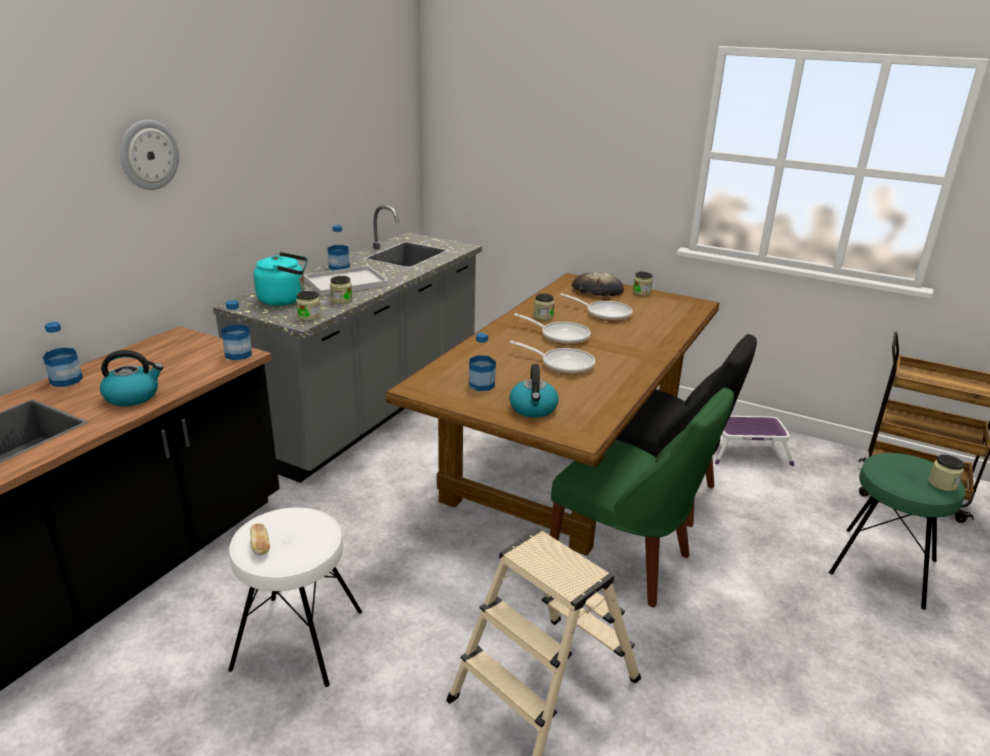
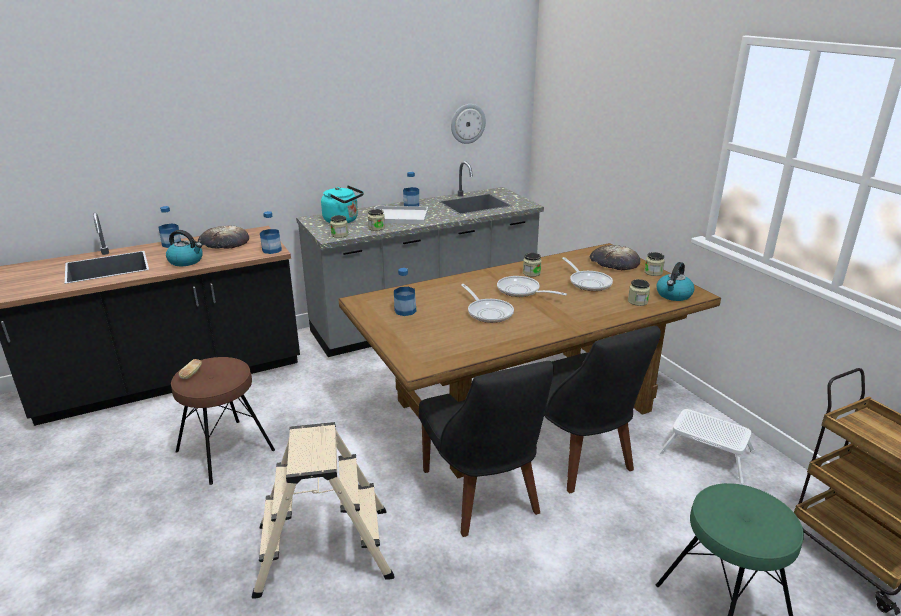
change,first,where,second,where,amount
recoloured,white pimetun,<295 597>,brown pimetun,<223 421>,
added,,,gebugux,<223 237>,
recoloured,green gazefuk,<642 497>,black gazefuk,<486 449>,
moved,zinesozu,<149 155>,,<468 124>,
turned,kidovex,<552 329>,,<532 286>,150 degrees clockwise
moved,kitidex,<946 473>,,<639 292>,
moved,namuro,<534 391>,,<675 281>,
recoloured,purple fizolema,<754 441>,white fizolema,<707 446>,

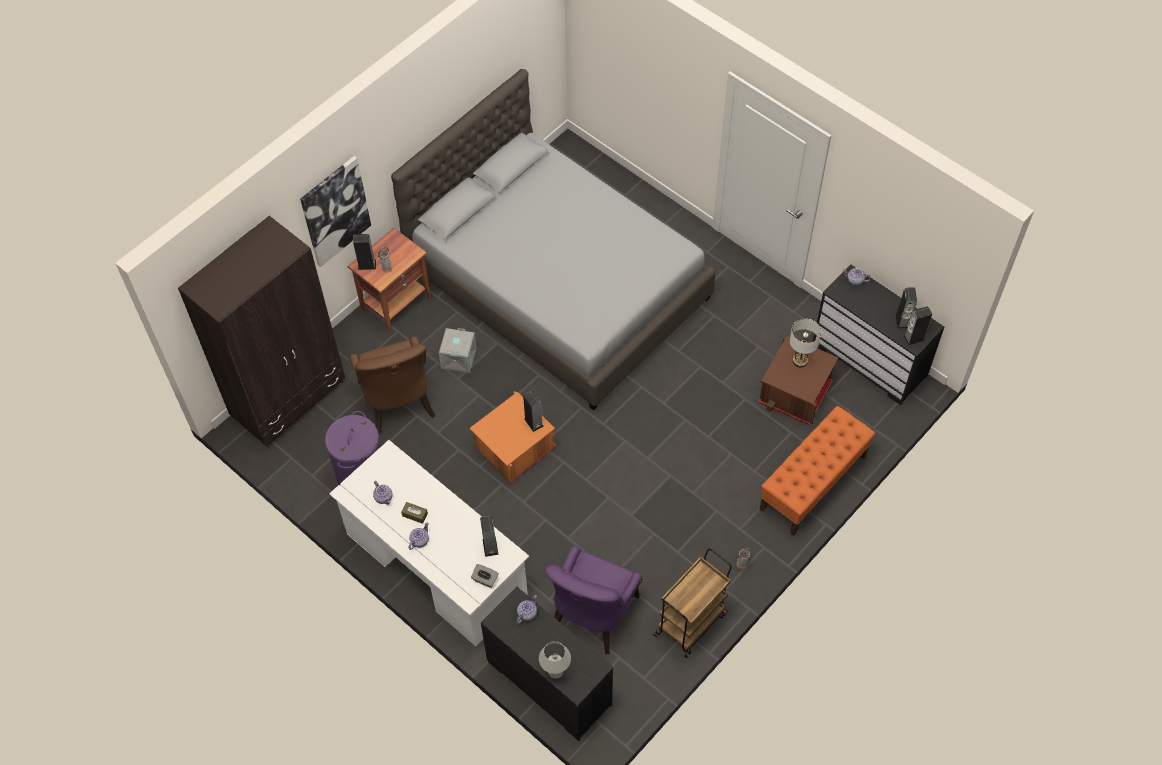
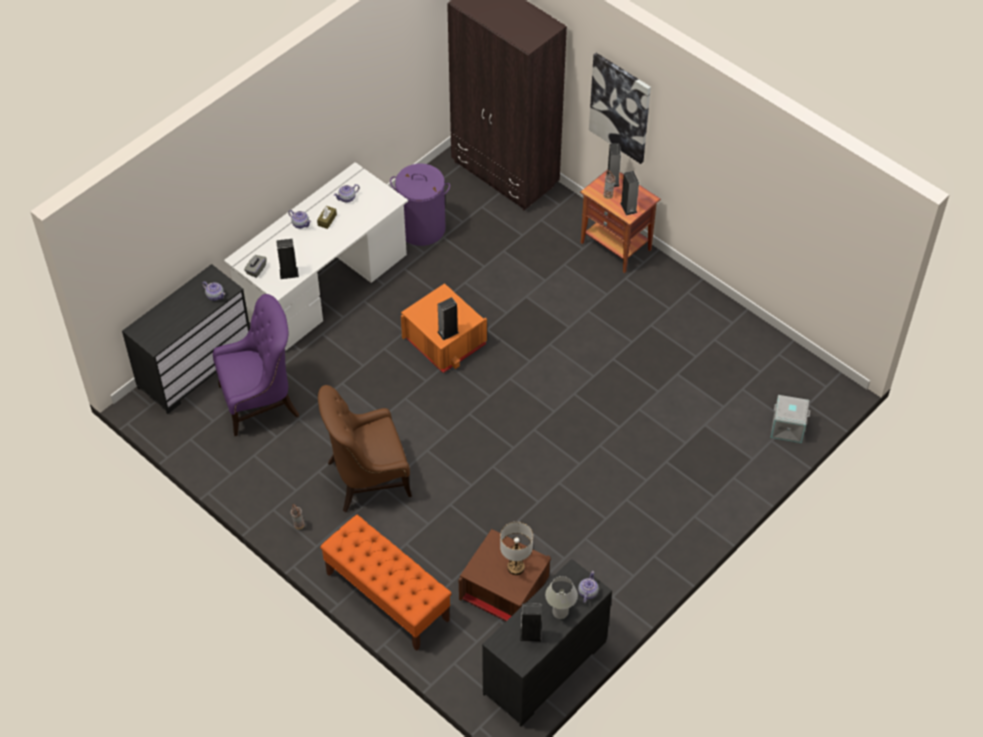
change,first,where,second,where,amount
turned,purple gazefuk,<594 600>,,<256 365>,135 degrees clockwise
moved,brown gazefuk,<392 385>,,<365 449>,
moved,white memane,<555 659>,,<561 597>,
moved,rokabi,<917 326>,,<629 193>,
moved,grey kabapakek,<458 350>,,<790 419>,
removed,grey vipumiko,<553 240>,,,
removed,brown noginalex,<693 603>,,,

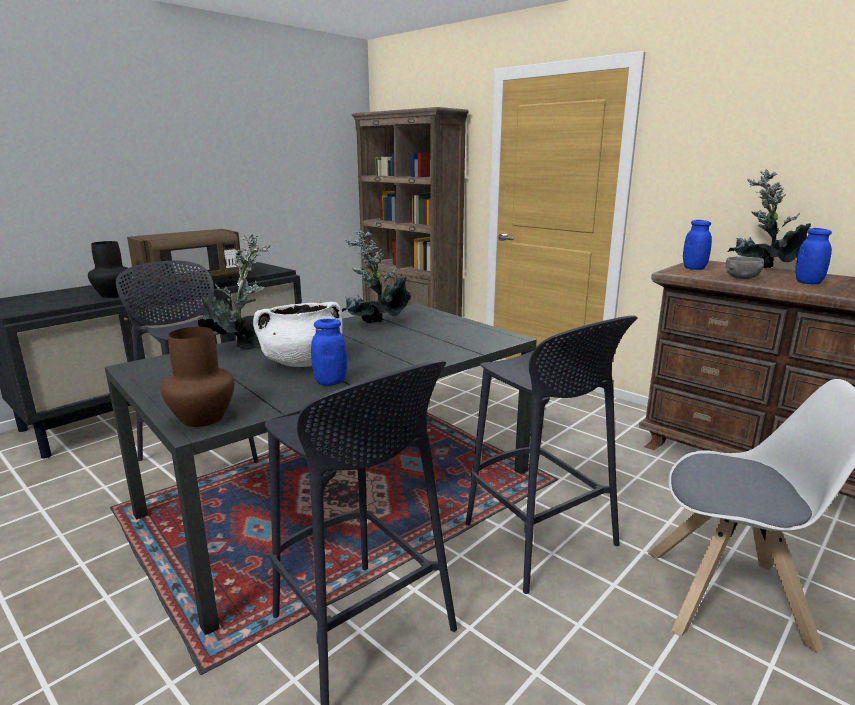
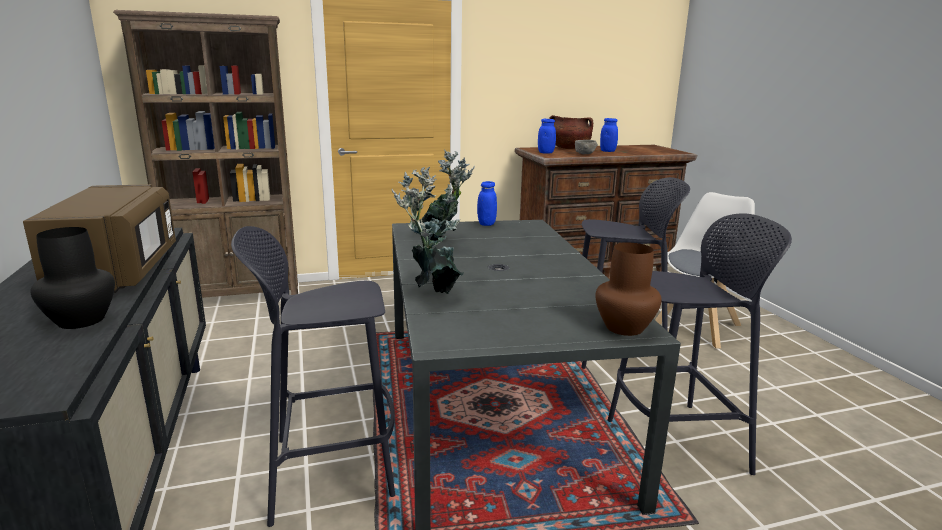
change,first,where,second,where,amount
moved,blue kitidex,<329 352>,,<487 203>,
replaced,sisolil,<769 218>,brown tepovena,<571 132>,
removed,white tepovena,<298 334>,,,

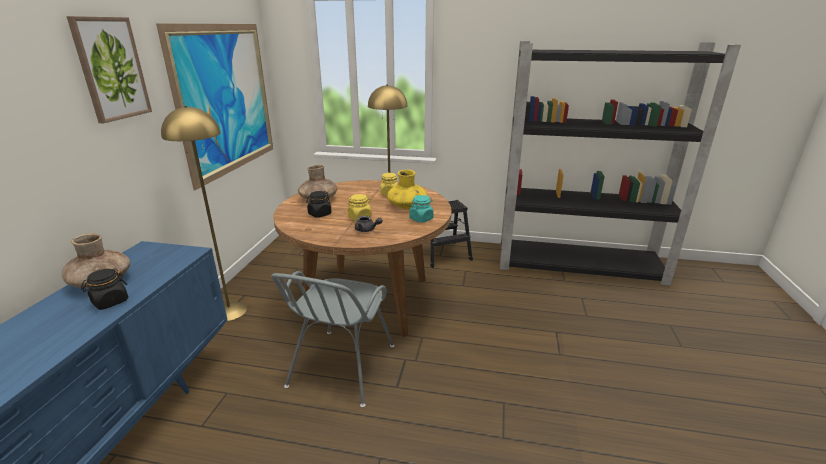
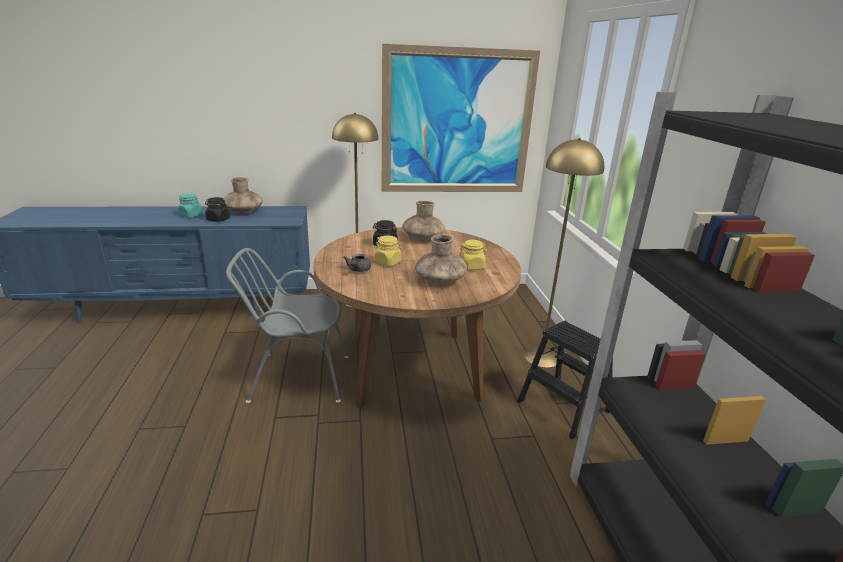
change,first,where,second,where,amount
moved,turquoise kitidex,<421 209>,,<190 206>,
recoloured,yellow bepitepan,<407 189>,brown bepitepan,<441 259>,
removed,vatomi,<109 69>,,,

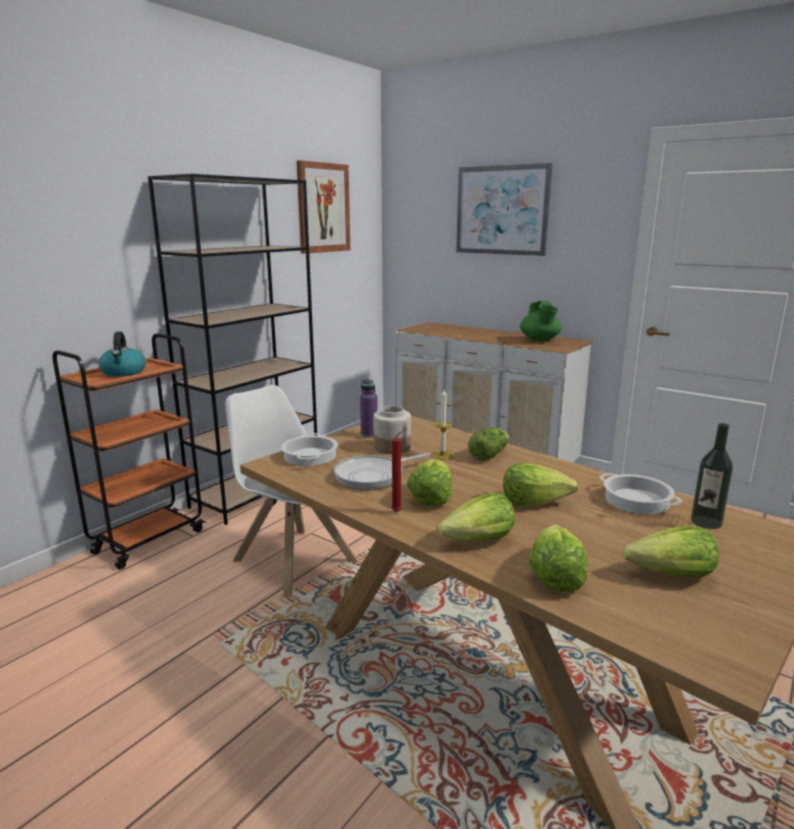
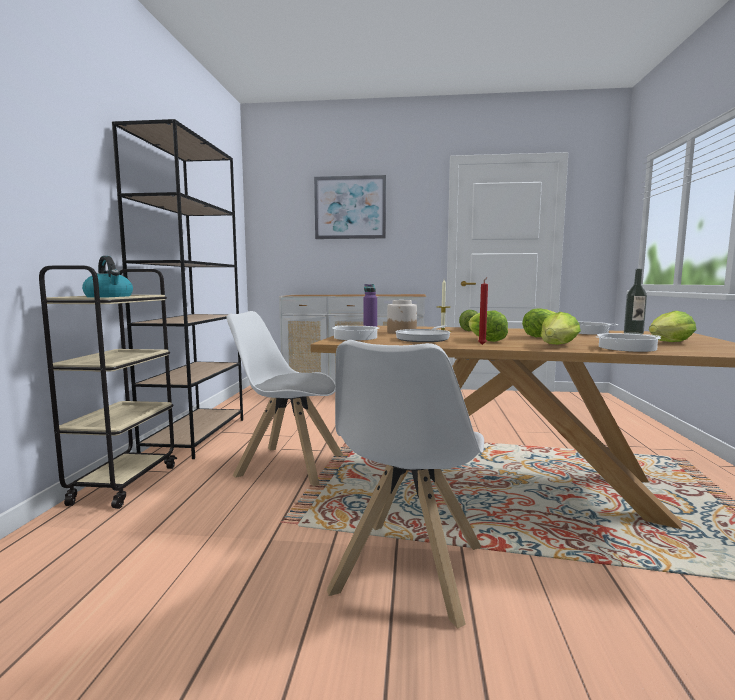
change,first,where,second,where,amount
recoloured,orange noginalex,<129 452>,beige noginalex,<108 387>,
added,,,gazefuk,<405 484>,
replaced,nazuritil,<558 558>,tepovena,<629 342>,
removed,vatomi,<323 207>,,,
removed,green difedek,<541 321>,,,

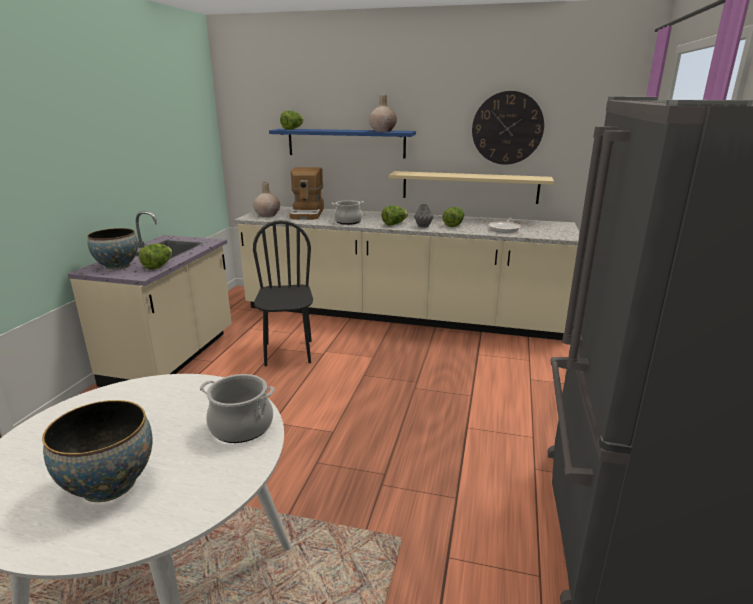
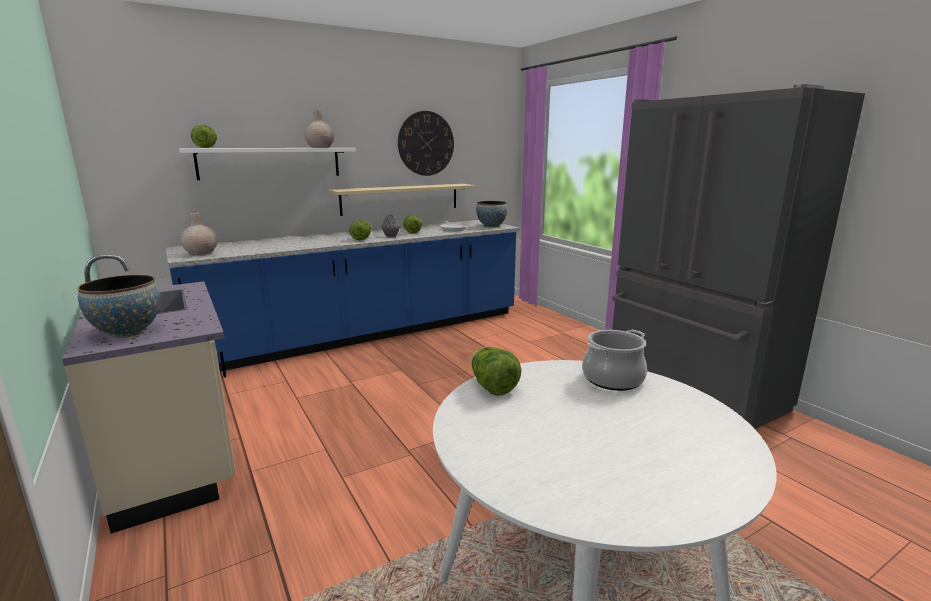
change,first,where,second,where,amount
recoloured,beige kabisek,<407 273>,blue kabisek,<342 295>,
recoloured,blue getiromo,<342 144>,white getiromo,<267 164>,
moved,nazuritil,<155 257>,,<496 371>,
moved,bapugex,<97 451>,,<491 214>,
removed,black gazefuk,<283 293>,,,
removed,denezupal,<306 193>,,,
removed,tepovena,<348 213>,,,

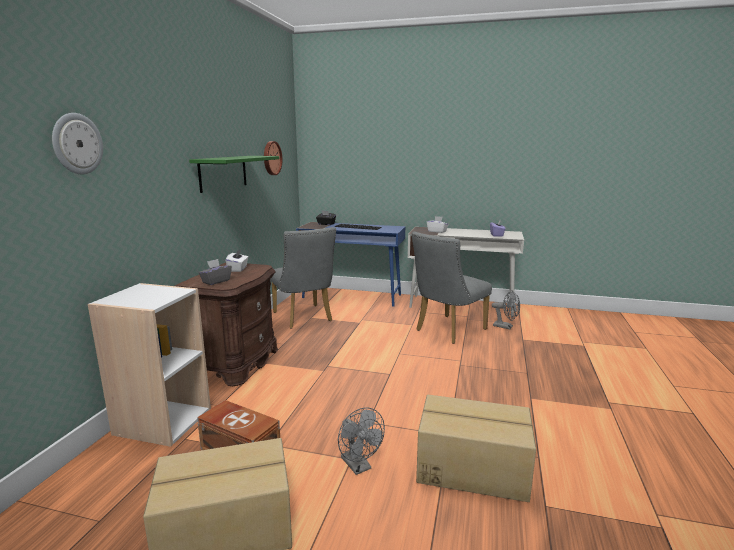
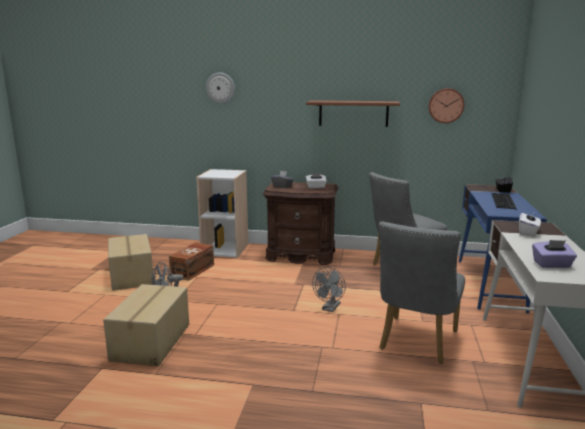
change,first,where,second,where,amount
recoloured,green getiromo,<234 174>,brown getiromo,<353 113>,
moved,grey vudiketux,<506 309>,,<329 289>,
turned,grey gazefuk,<451 288>,,<422 292>,105 degrees counterclockwise

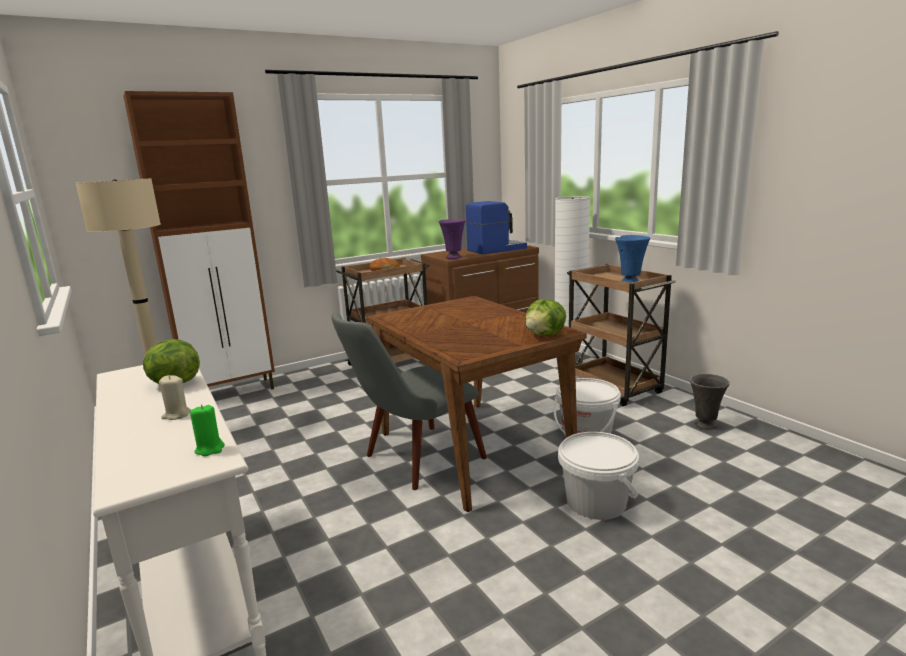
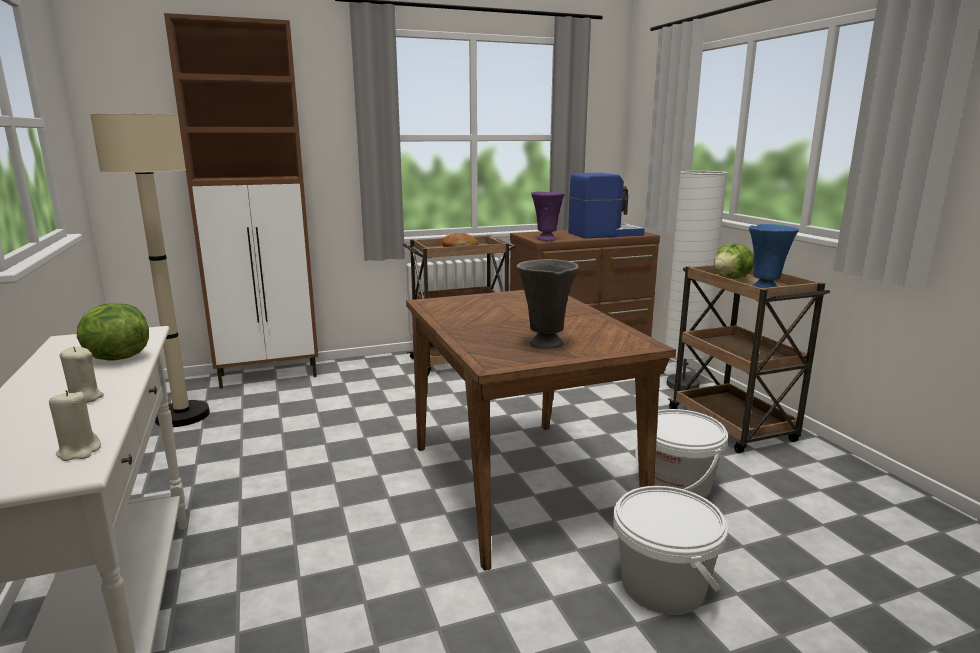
change,first,where,second,where,amount
recoloured,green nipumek,<207 430>,beige nipumek,<75 425>,
moved,grey bepitepan,<710 402>,,<548 304>,
moved,nazuritil,<546 317>,,<734 261>,
removed,grey gazefuk,<409 401>,,,

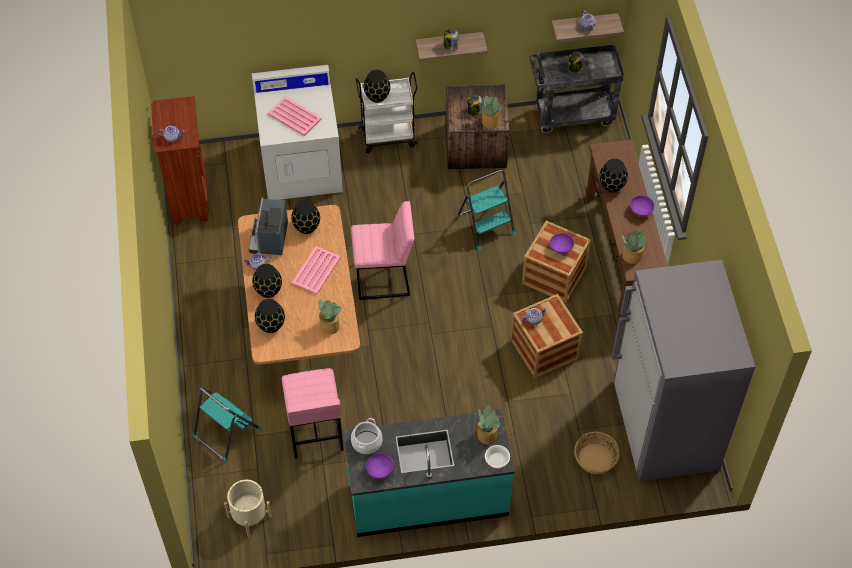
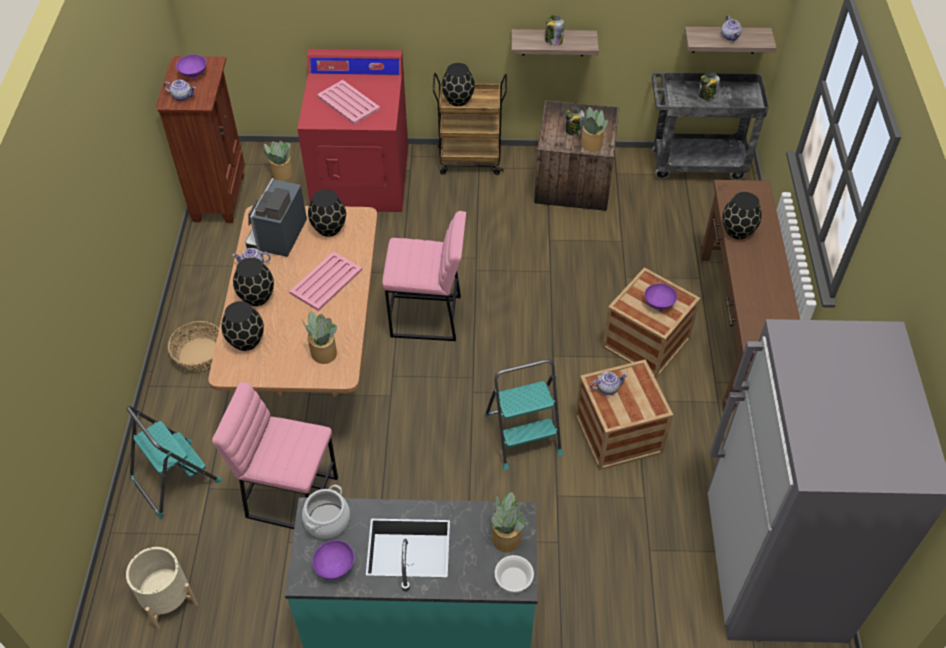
change,first,where,second,where,amount
moved,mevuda,<597 452>,,<193 346>,
moved,purple bapugex,<642 206>,,<191 67>,
turned,pink gazefuk,<313 413>,,<275 455>,105 degrees clockwise
moved,sisolil,<634 247>,,<278 160>,
recoloured,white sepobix,<297 132>,red sepobix,<352 130>,
recoloured,white noginalex,<387 112>,brown noginalex,<470 124>,
moved,turquoise fizolema,<486 210>,,<524 414>,

